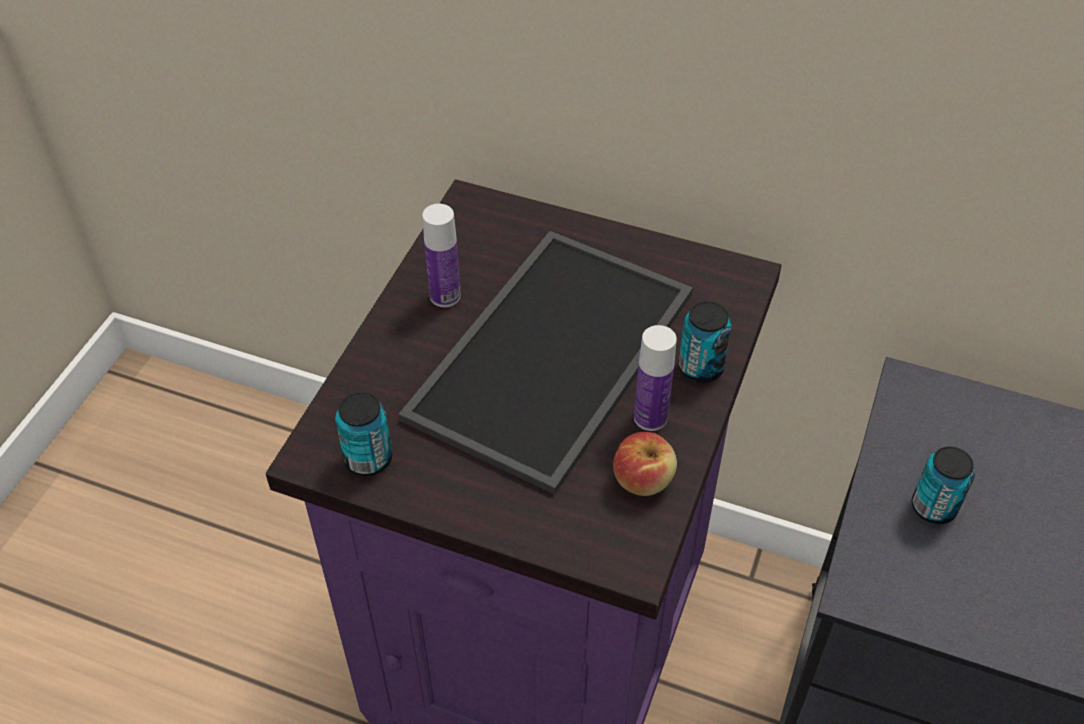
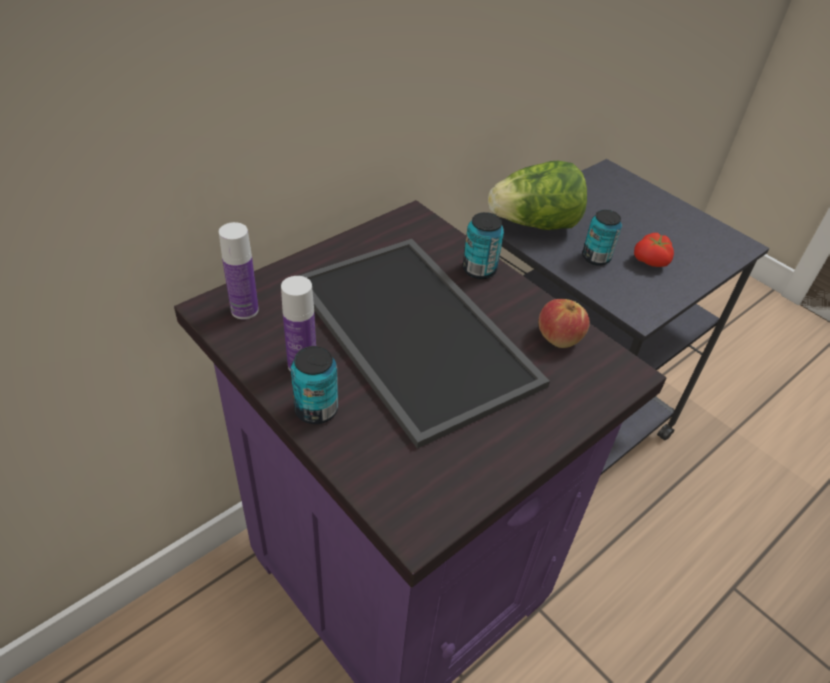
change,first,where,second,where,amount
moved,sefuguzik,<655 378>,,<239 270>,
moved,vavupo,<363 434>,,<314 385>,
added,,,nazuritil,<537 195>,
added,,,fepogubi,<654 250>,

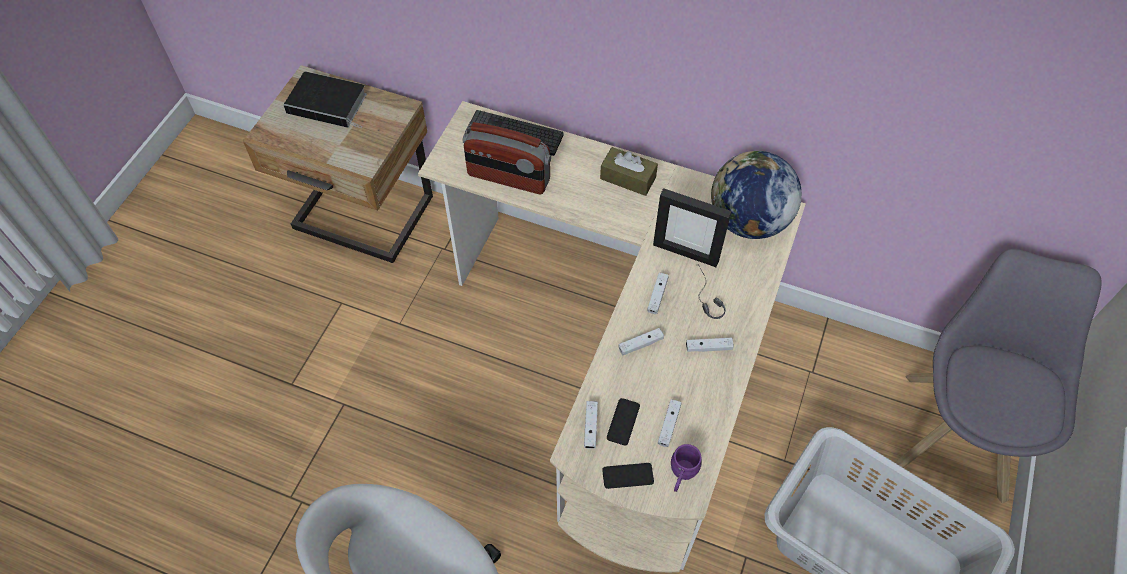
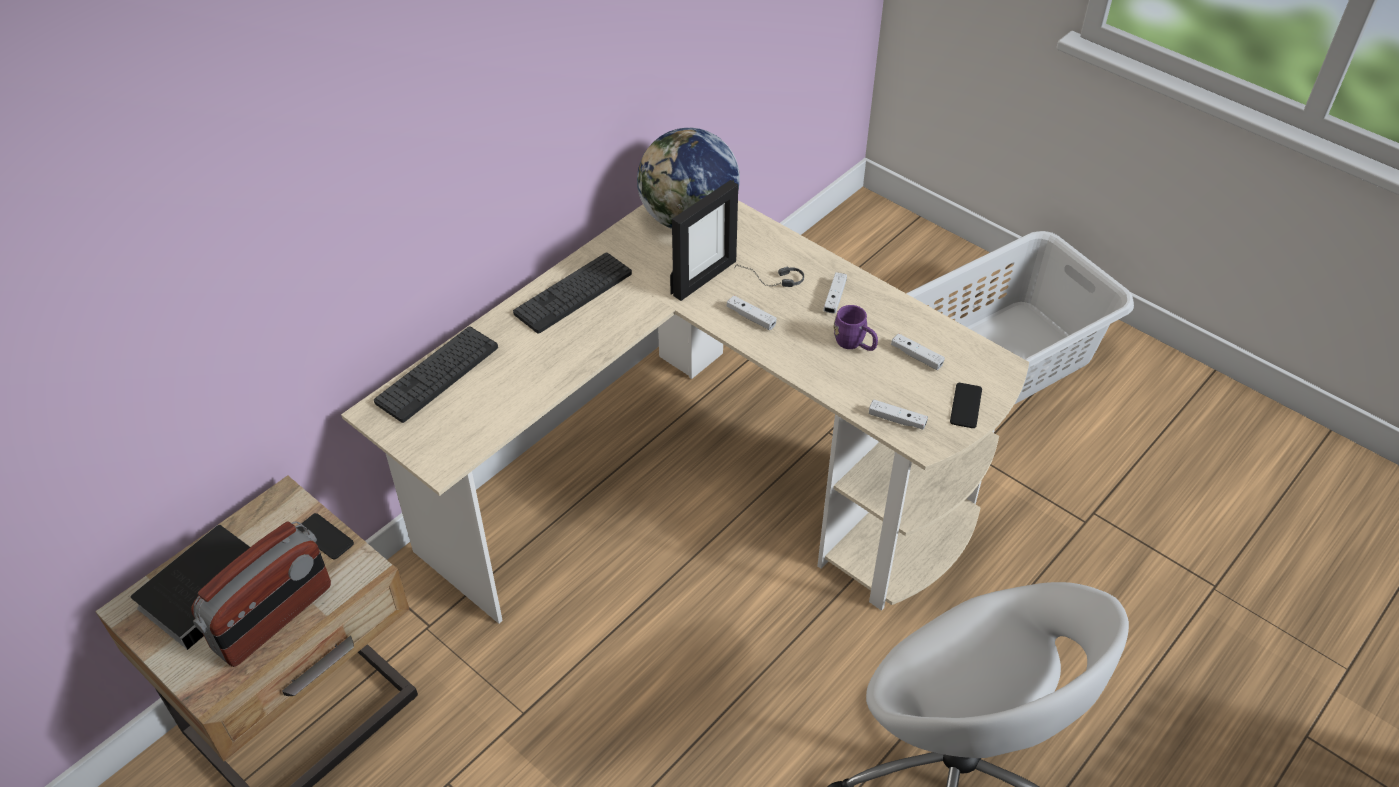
change,first,where,second,where,amount
moved,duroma,<506 158>,,<261 594>,
moved,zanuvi,<623 422>,,<325 536>,
replaced,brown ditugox,<629 171>,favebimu,<572 293>,
moved,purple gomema,<686 468>,,<855 328>,
removed,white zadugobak,<641 341>,,,
removed,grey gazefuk,<998 376>,,,

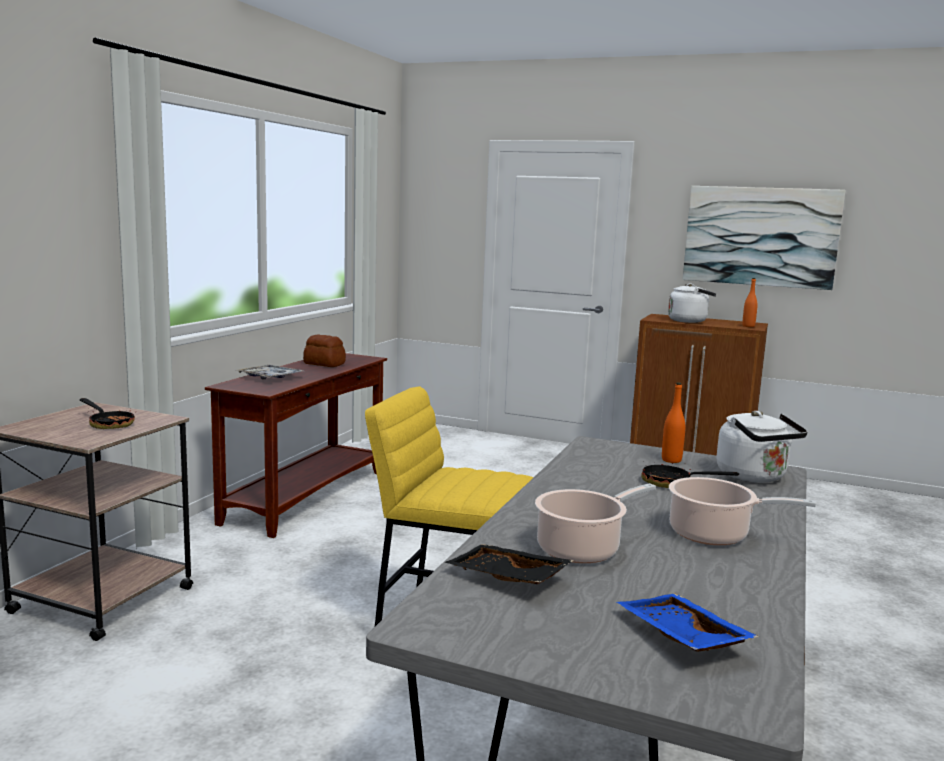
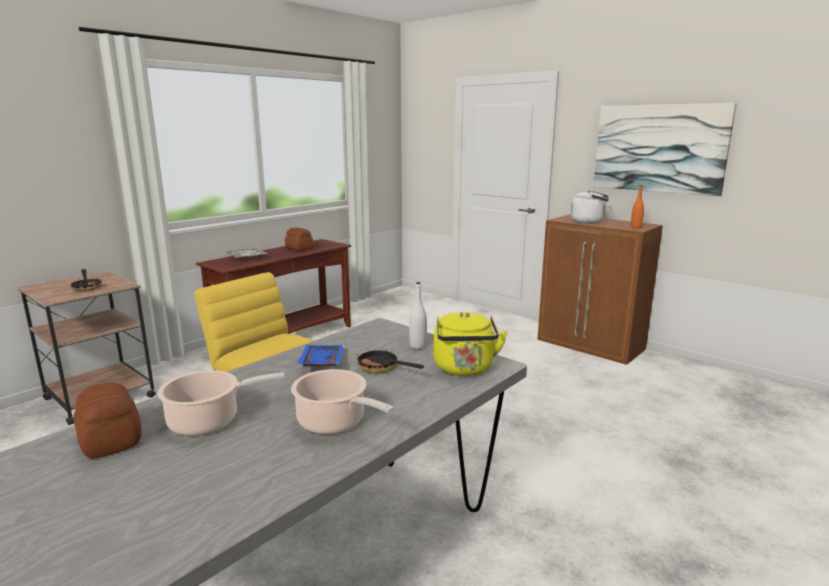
change,first,where,second,where,amount
replaced,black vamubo,<509 564>,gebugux,<108 420>,
moved,blue vamubo,<688 623>,,<320 356>,
recoloured,orange sefuguzik,<673 423>,white sefuguzik,<418 315>,
recoloured,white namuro,<762 447>,yellow namuro,<470 344>,

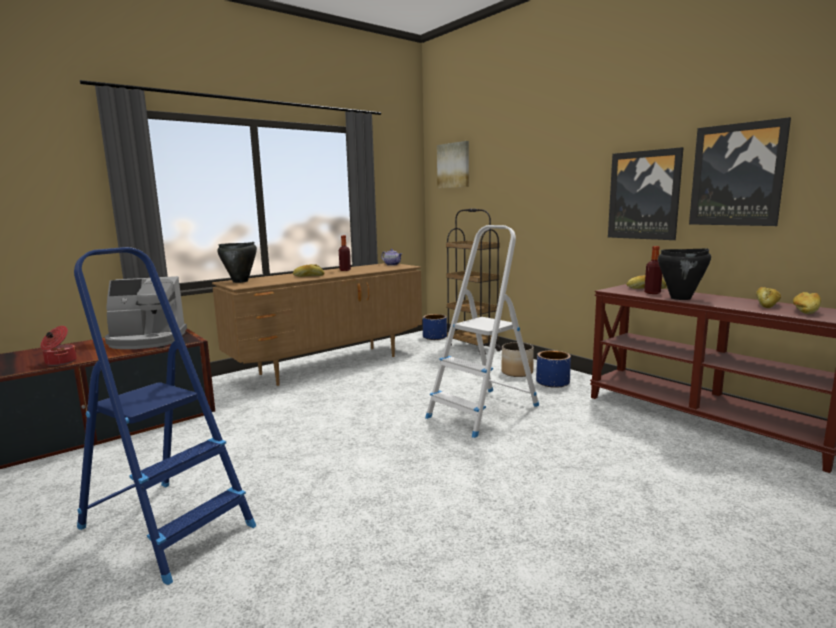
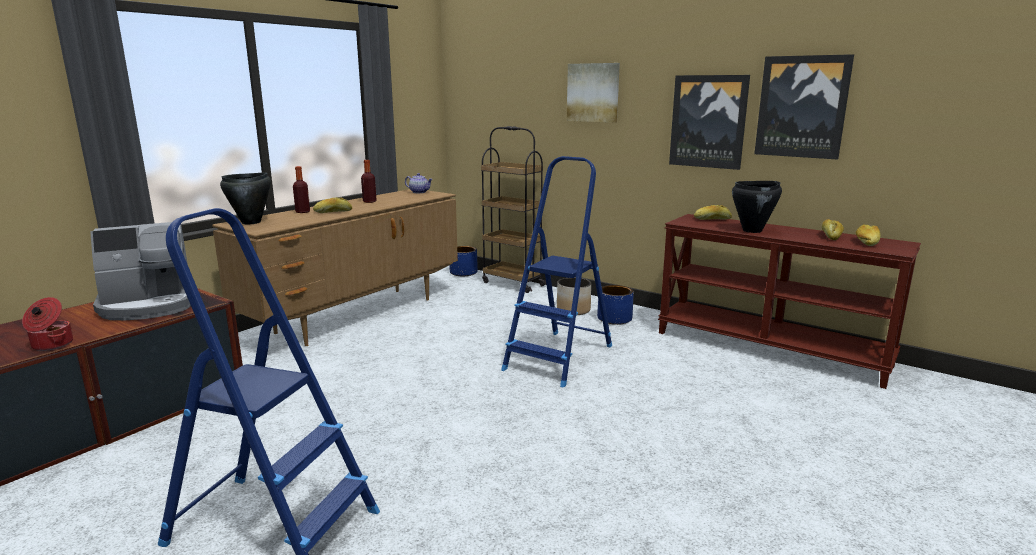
change,first,where,second,where,amount
moved,sefuguzik,<653 270>,,<301 189>,
recoloured,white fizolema,<482 331>,blue fizolema,<556 272>,
moved,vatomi,<453 164>,,<593 93>,

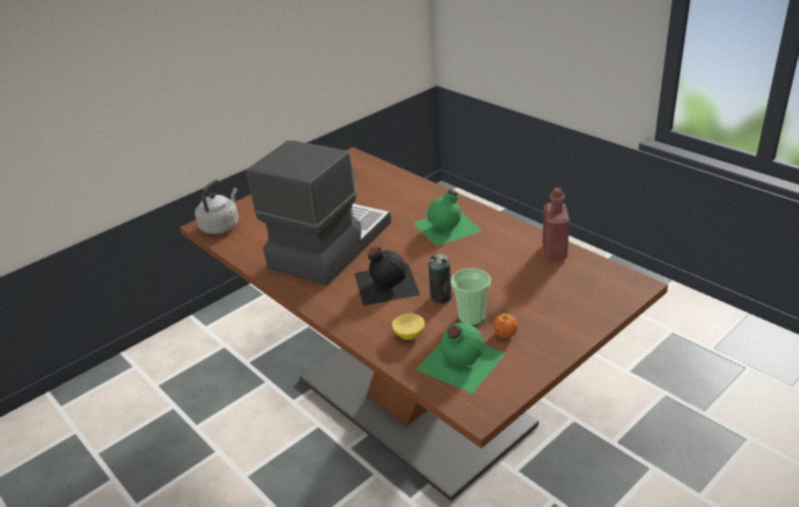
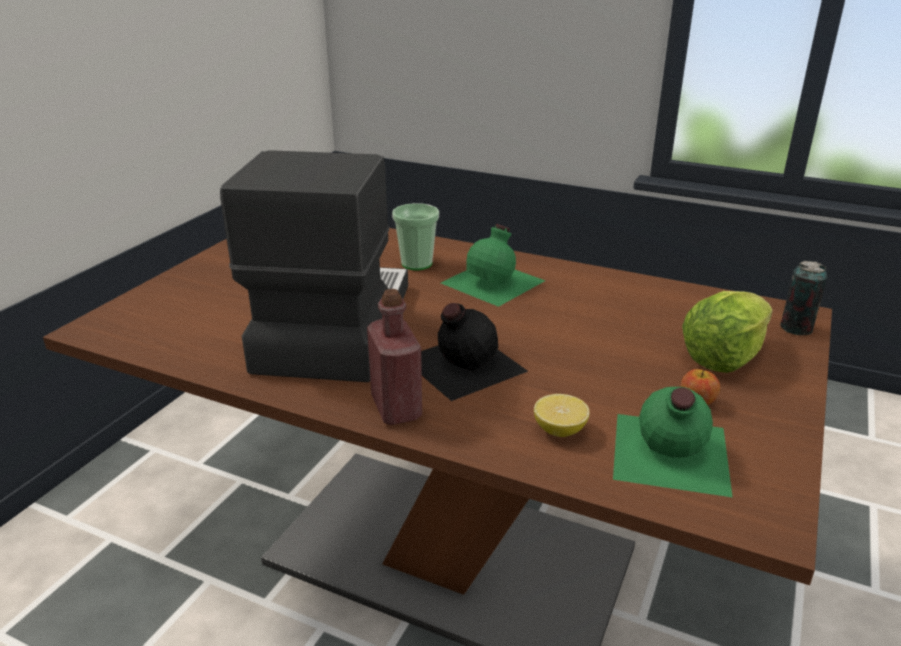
change,first,where,second,where,amount
moved,red sefuguzik,<556 224>,,<394 357>,
moved,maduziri,<471 297>,,<415 236>,
added,,,nazuritil,<727 332>,
moved,vavupo,<440 279>,,<804 298>,
removed,grey namuro,<217 207>,,,

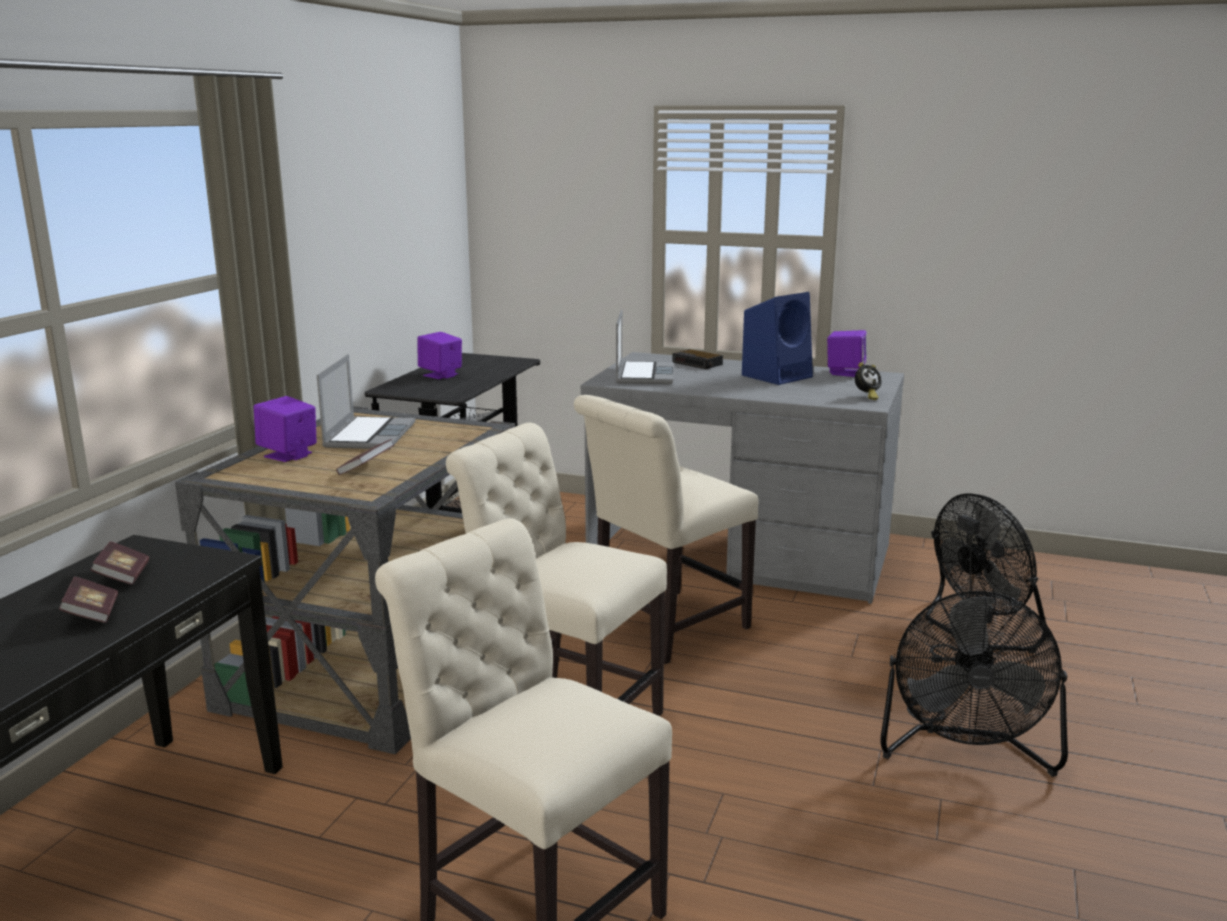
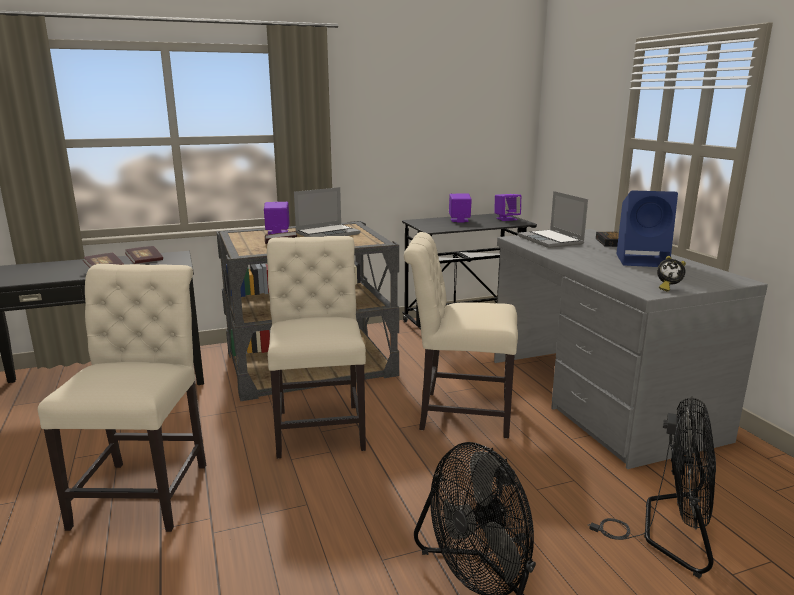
change,first,where,second,where,amount
moved,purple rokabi,<847 353>,,<508 207>,
turned,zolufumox,<645 347>,,<552 219>,105 degrees clockwise

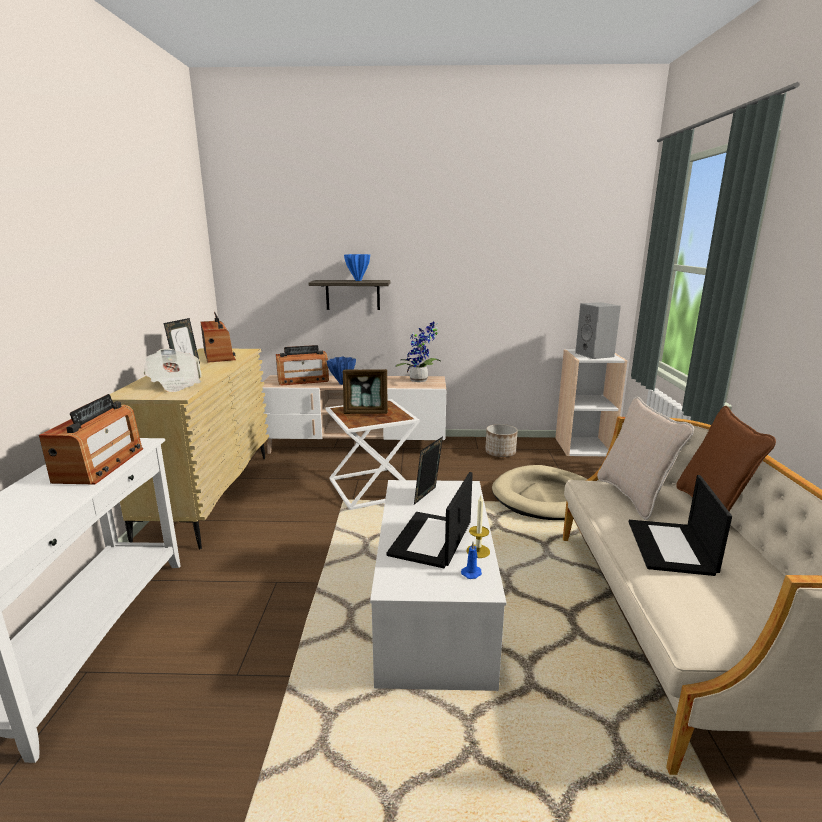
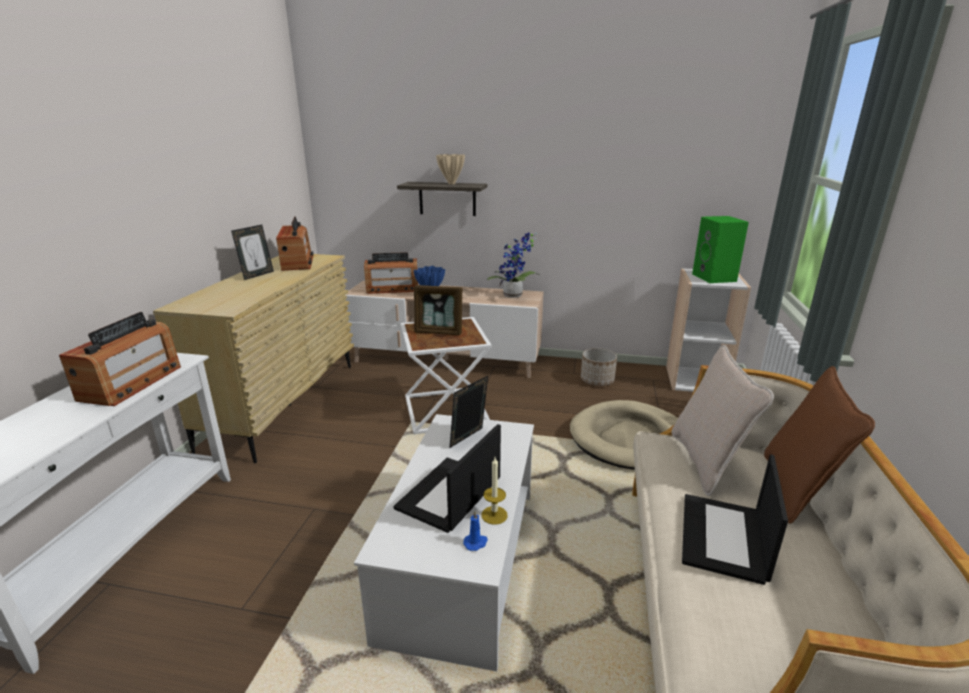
change,first,where,second,where,amount
recoloured,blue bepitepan,<357 267>,beige bepitepan,<450 169>,
recoloured,grey rokabi,<598 330>,green rokabi,<720 249>,
removed,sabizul,<172 370>,,,

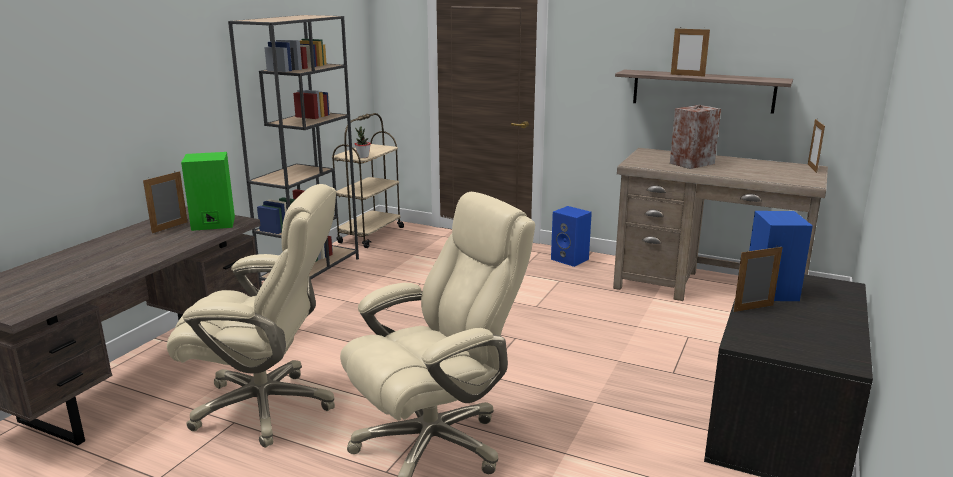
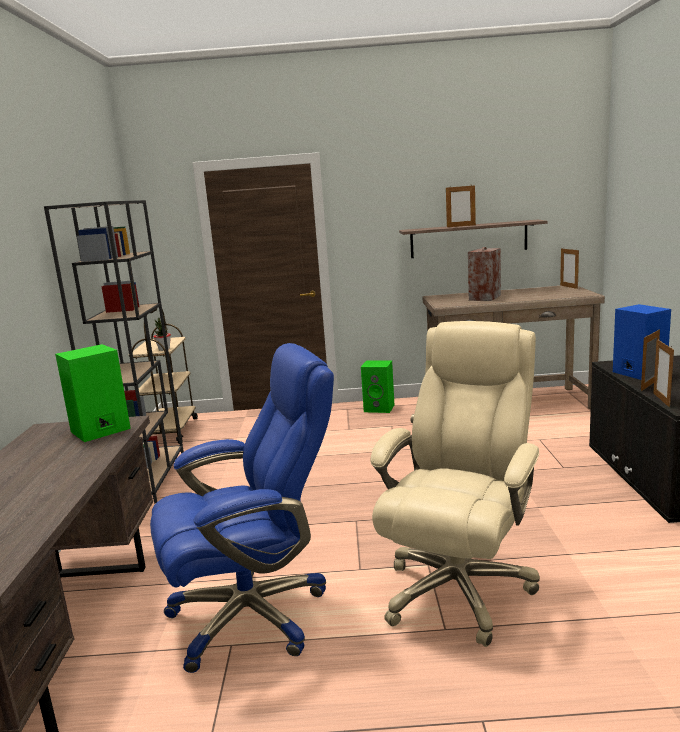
change,first,where,second,where,amount
recoloured,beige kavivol,<251 316>,blue kavivol,<242 508>,
recoloured,blue rokabi,<571 236>,green rokabi,<377 386>,
moved,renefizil,<165 202>,,<663 373>,

